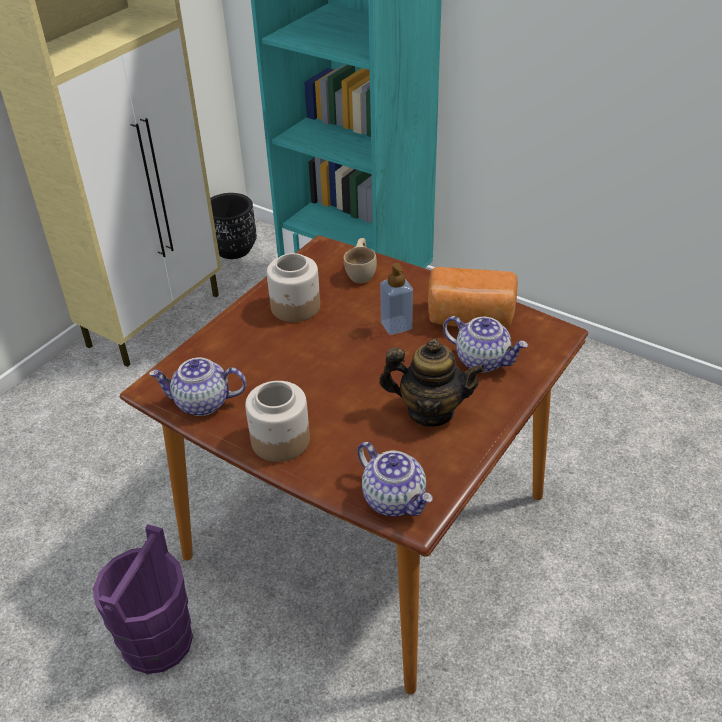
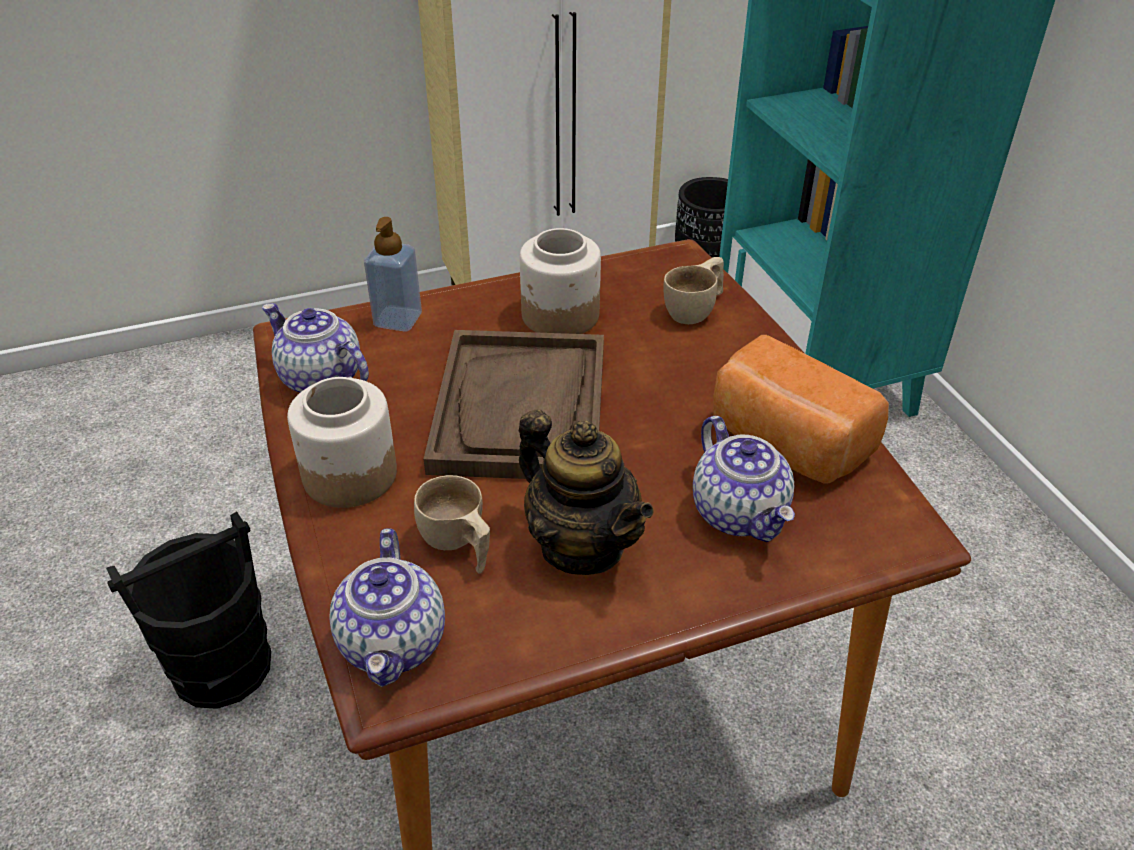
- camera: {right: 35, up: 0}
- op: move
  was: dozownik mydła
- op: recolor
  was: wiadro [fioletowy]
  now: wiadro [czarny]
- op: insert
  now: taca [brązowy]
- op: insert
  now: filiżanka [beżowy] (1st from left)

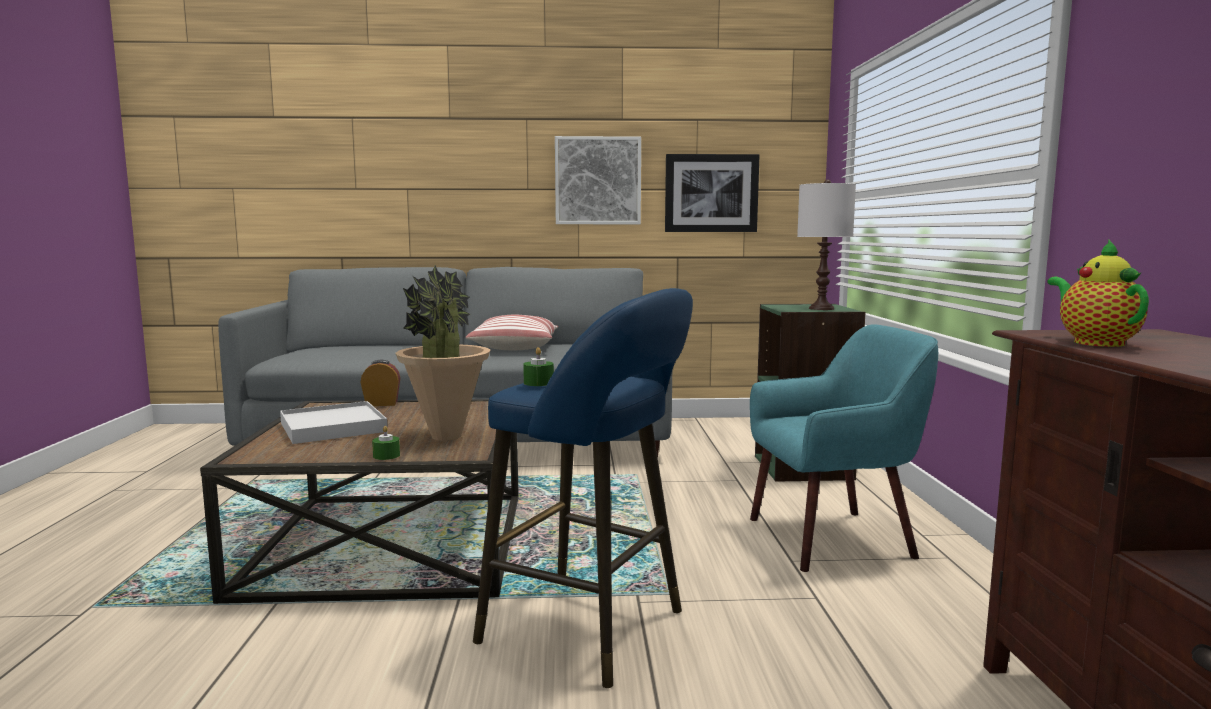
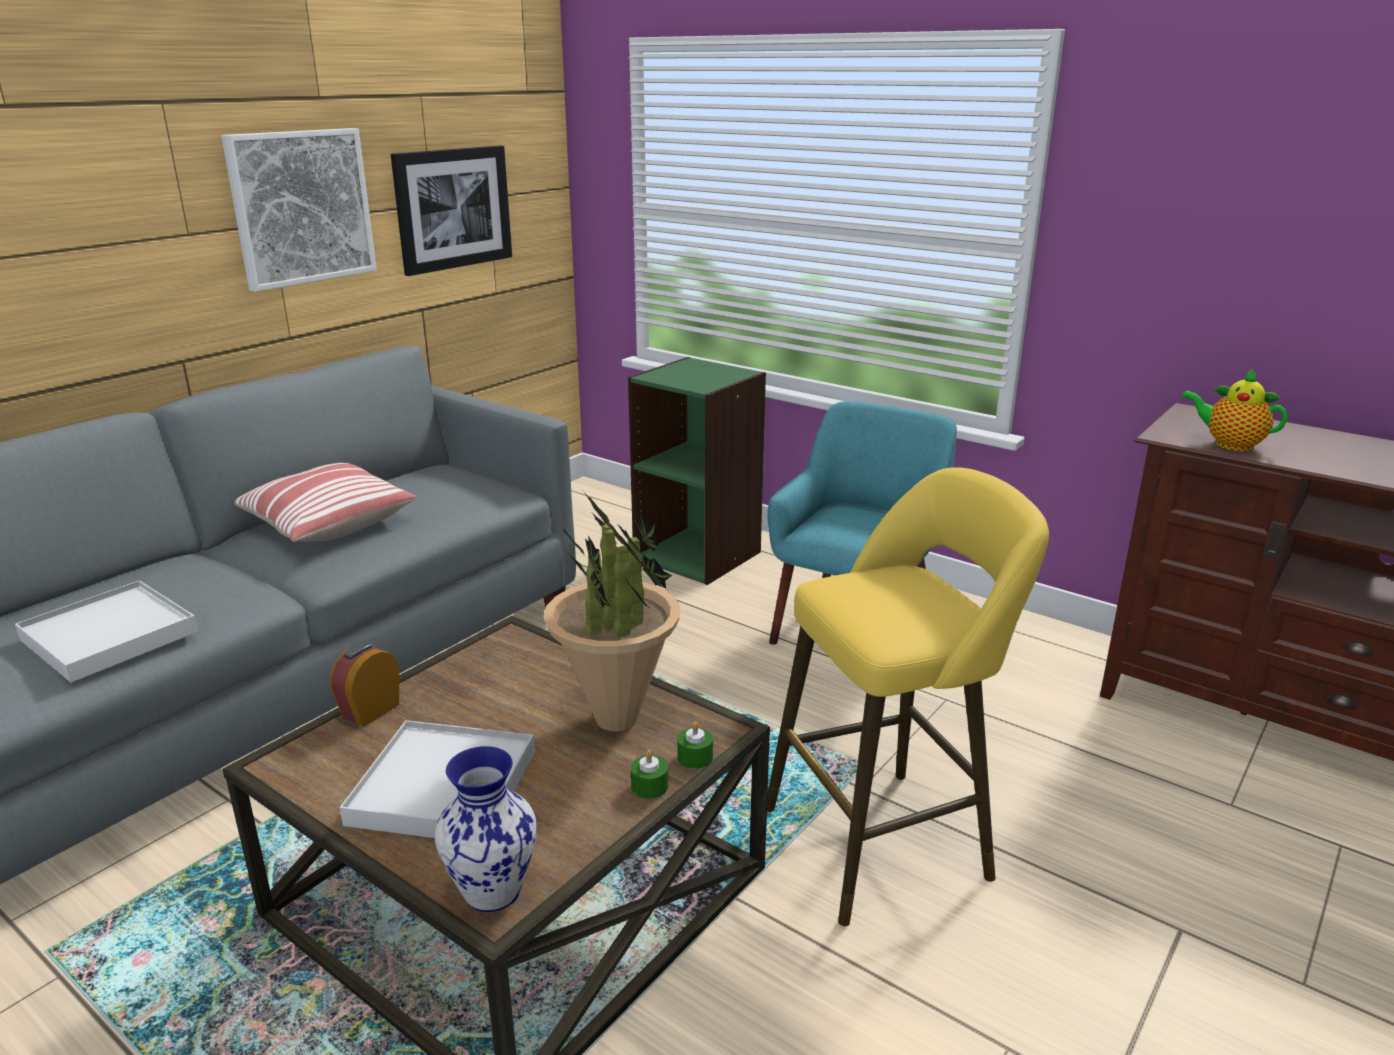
- camera: {right: -50, up: 15}
- op: delete
  was: lampa stołowa [biały]
- op: recolor
  was: stołek [niebieski]
  now: stołek [żółty]
- op: move
  was: świeca [zielony] (2nd from left)
- op: insert
  now: taca [biały] (1st from left)
- op: insert
  now: wazon

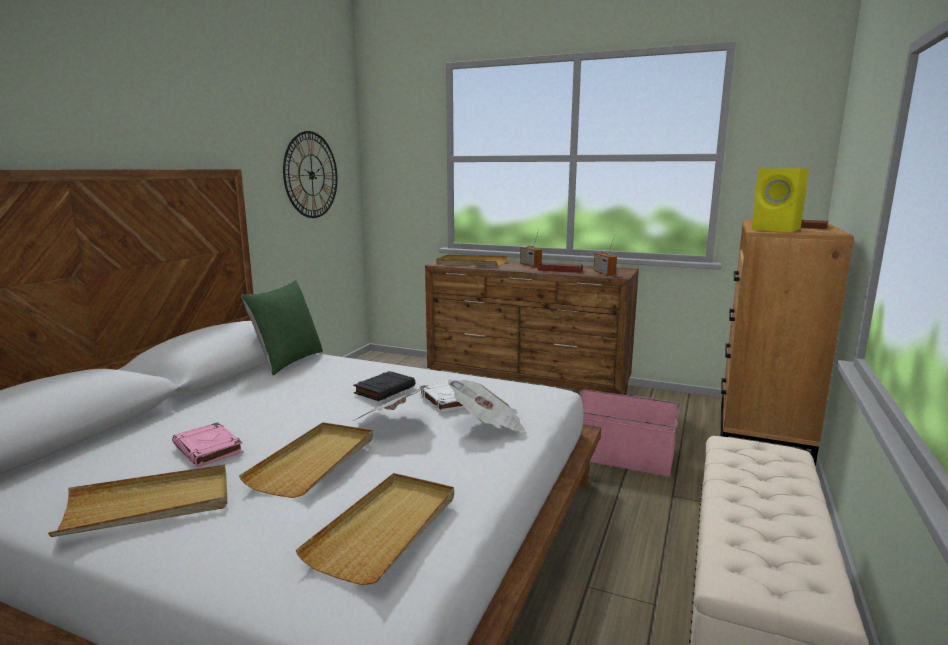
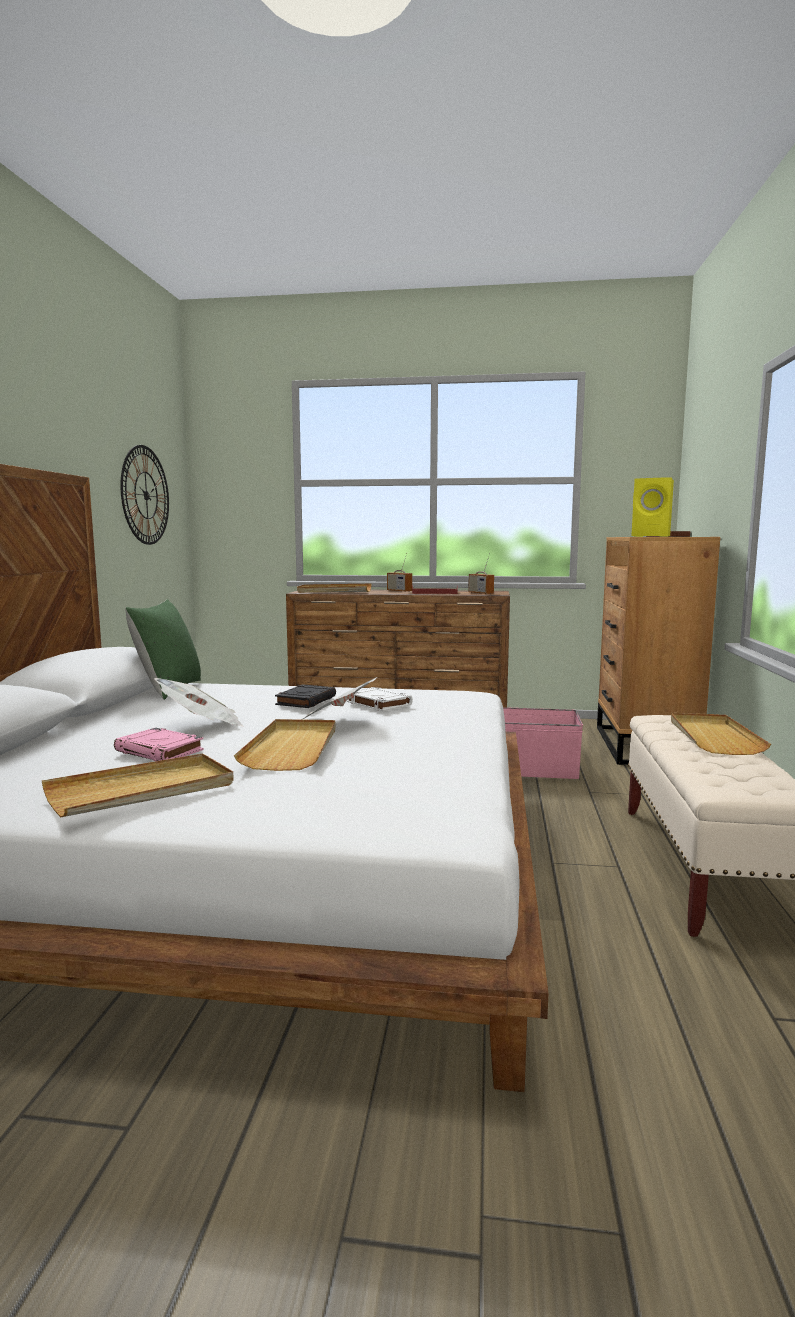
- camera: {right: -15, up: -5}
- op: move
  was: gazeta (2nd from left in the first image)
  now: gazeta (1st from left)
- op: move
  was: taca [beżowy] (3rd from left in the first image)
  now: taca [beżowy] (4th from left)

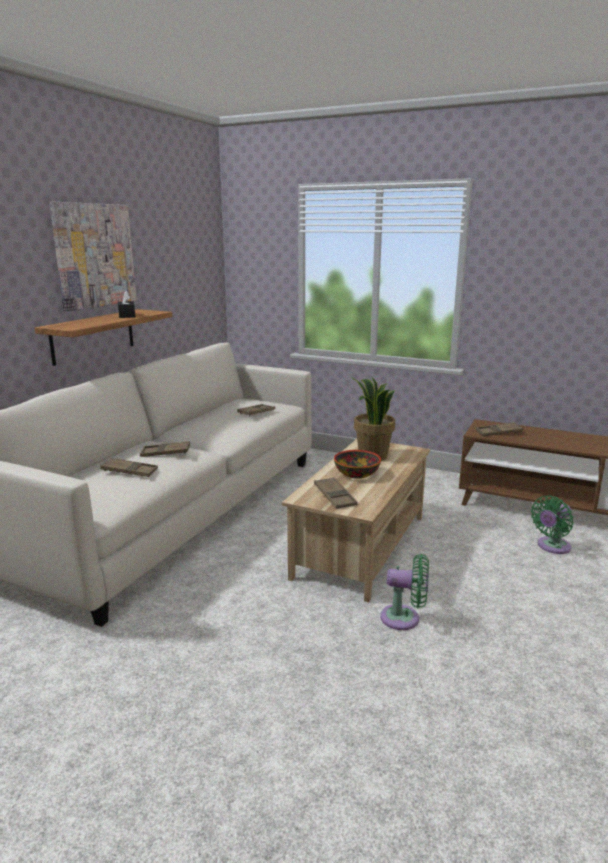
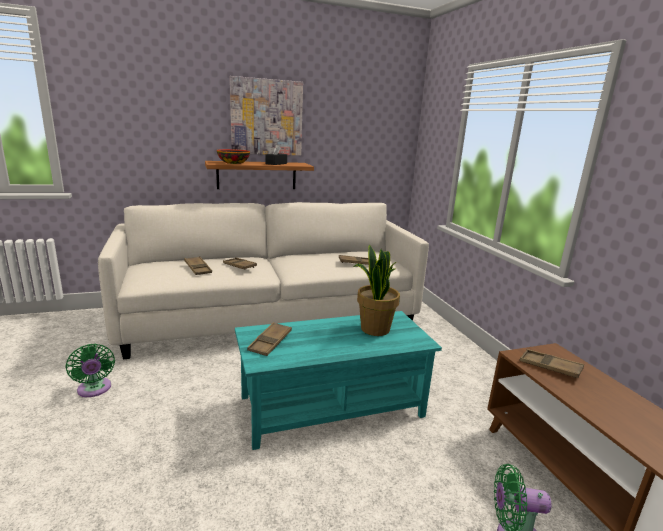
- camera: {right: 45, up: 0}
- op: recolor
  was: ława [beżowy]
  now: ława [turkusowy]
- op: move
  was: miska
- op: move
  was: wentylator [zielony] (1st from left)

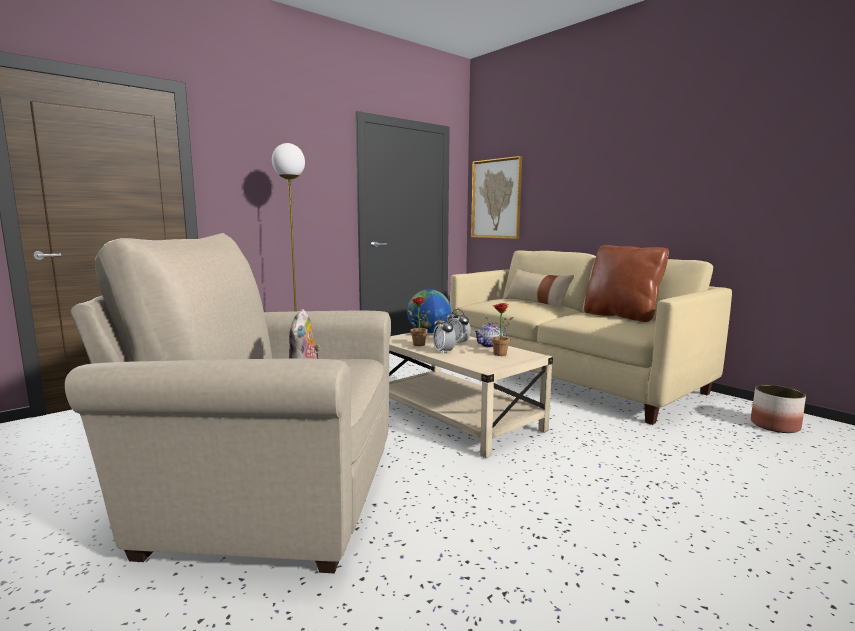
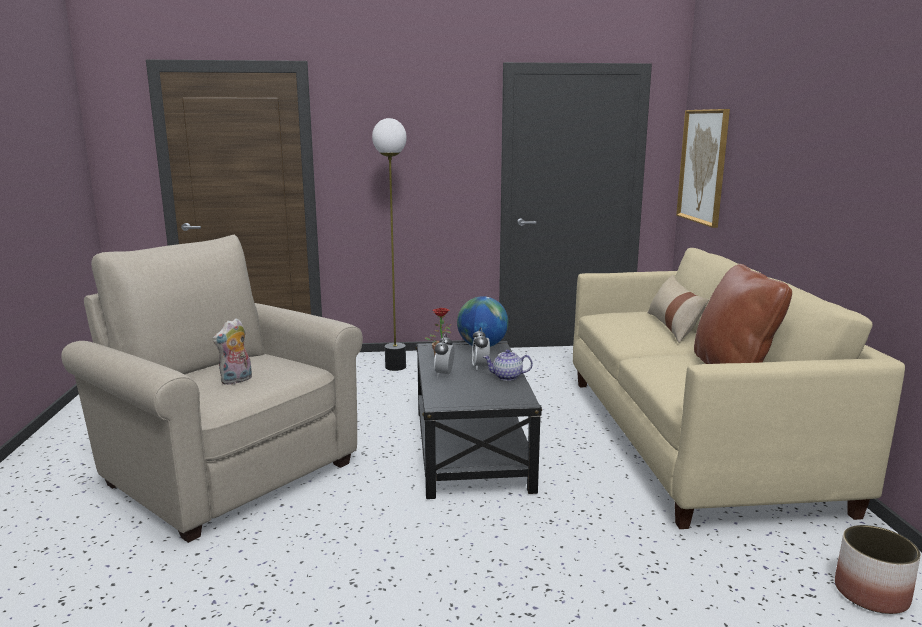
- camera: {right: 35, up: 5}
- op: delete
  was: roślina doniczkowa (2nd from left)
- op: recolor
  was: ława [beżowy]
  now: ława [czarny]

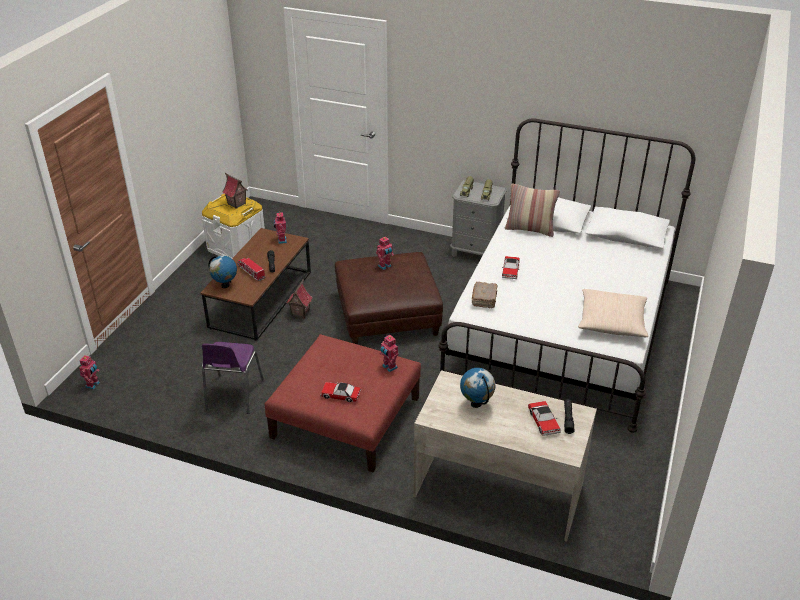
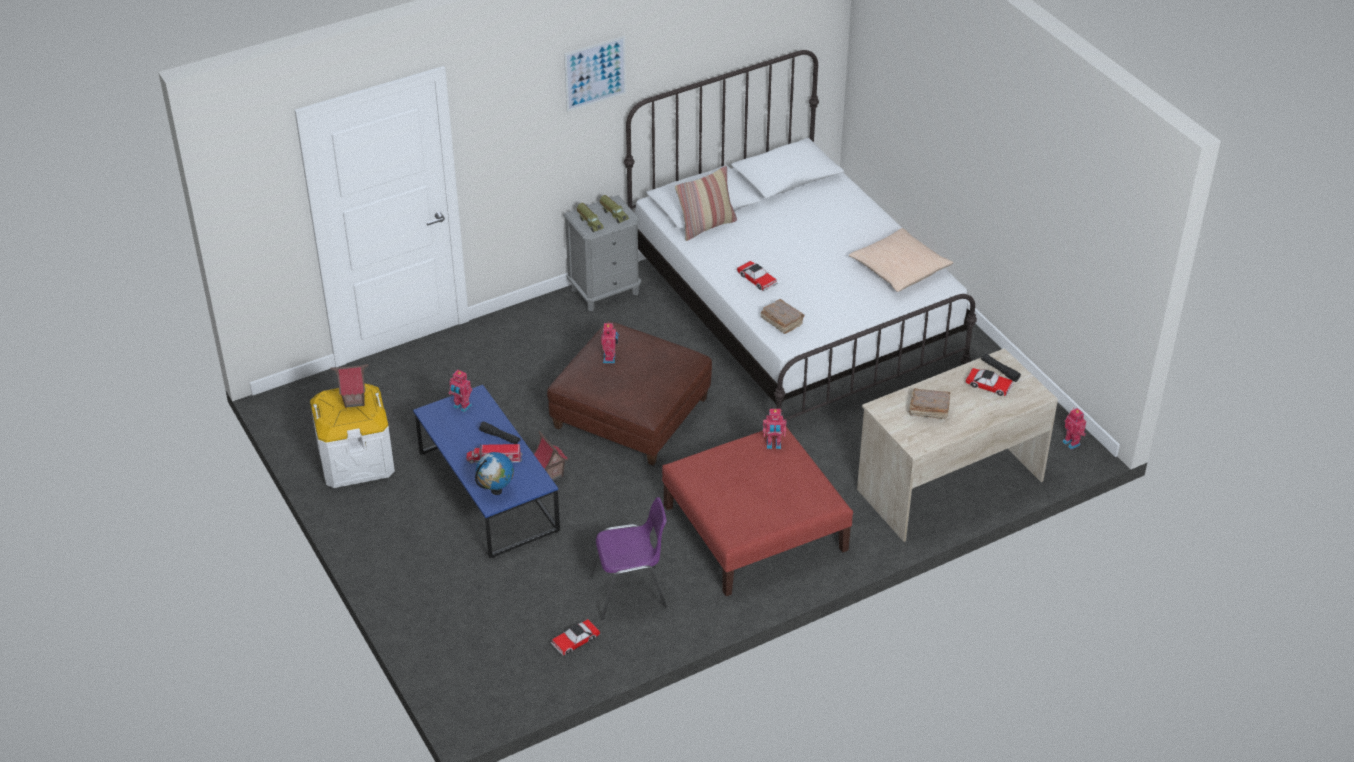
- camera: {right: -50, up: 5}
- op: recolor
  was: ława [brązowy]
  now: ława [niebieski]
- op: rotate
  was: krzesło [fioletowy]
  clockwise: -60
- op: move
  was: robot zabawkowy (1st from left in the first image)
  now: robot zabawkowy (4th from left)
- op: replace
  was: globus (2nd from left)
  now: książka [brązowy] (2nd from left)
- op: move
  was: samochodzik (1st from left)
- op: insert
  now: obraz

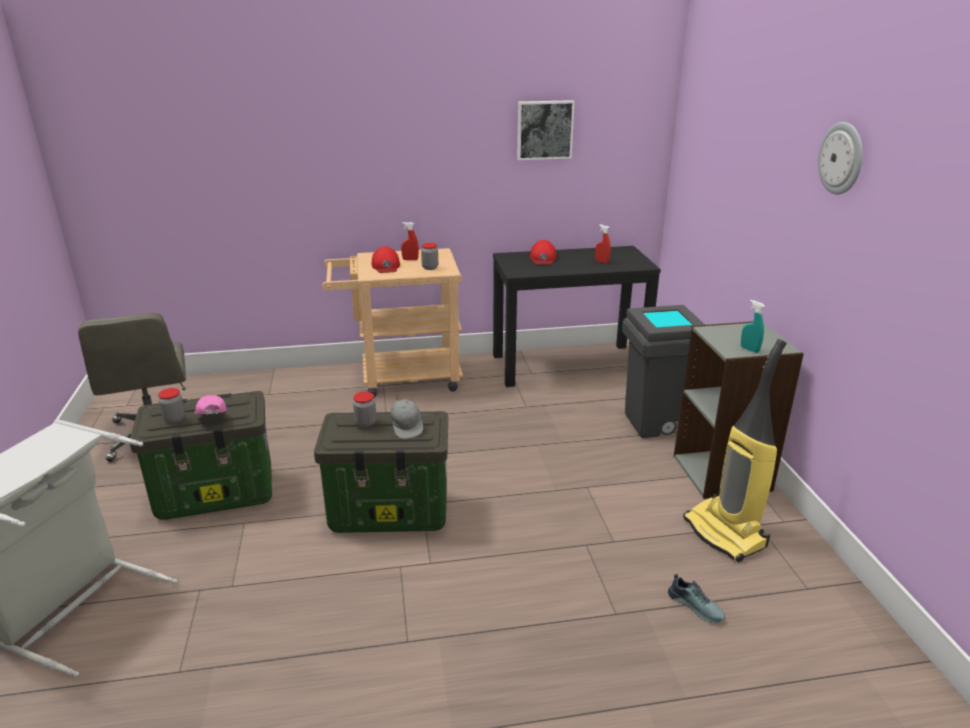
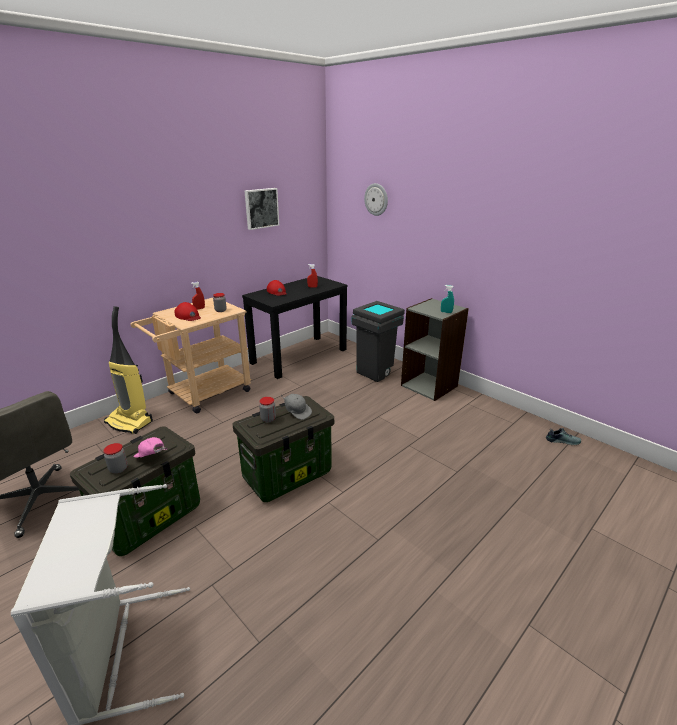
- camera: {right: -35, up: 0}
- op: move
  was: zegar ścienny
- op: move
  was: odkurzacz
- op: move
  was: but

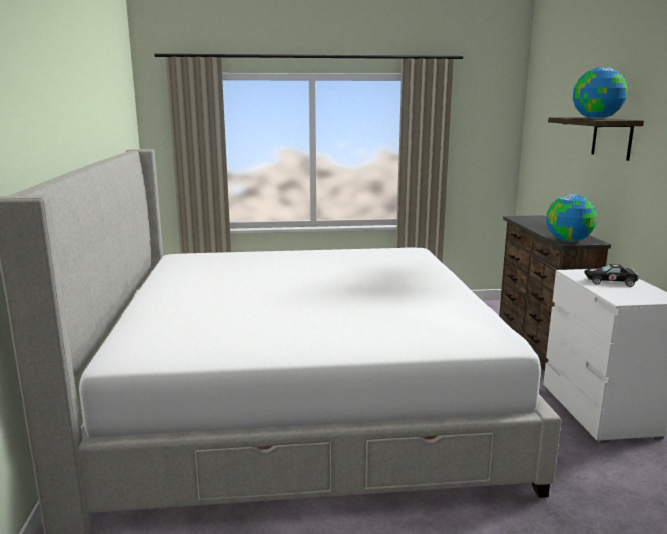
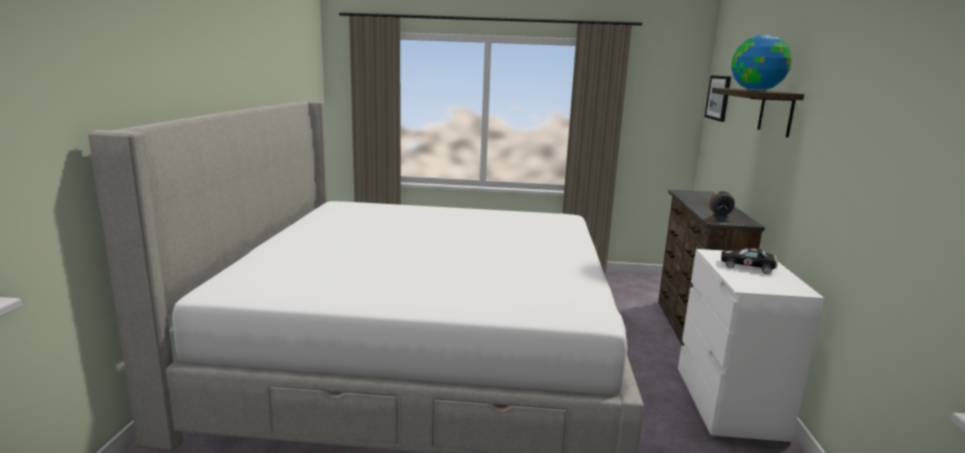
- camera: {right: 10, up: 0}
- op: replace
  was: globus (1st from left)
  now: budzik
- op: insert
  now: obraz

